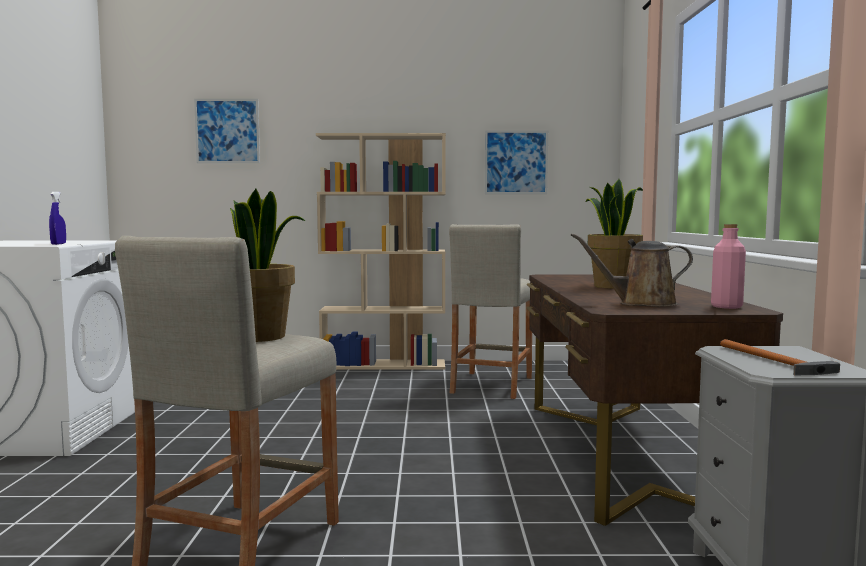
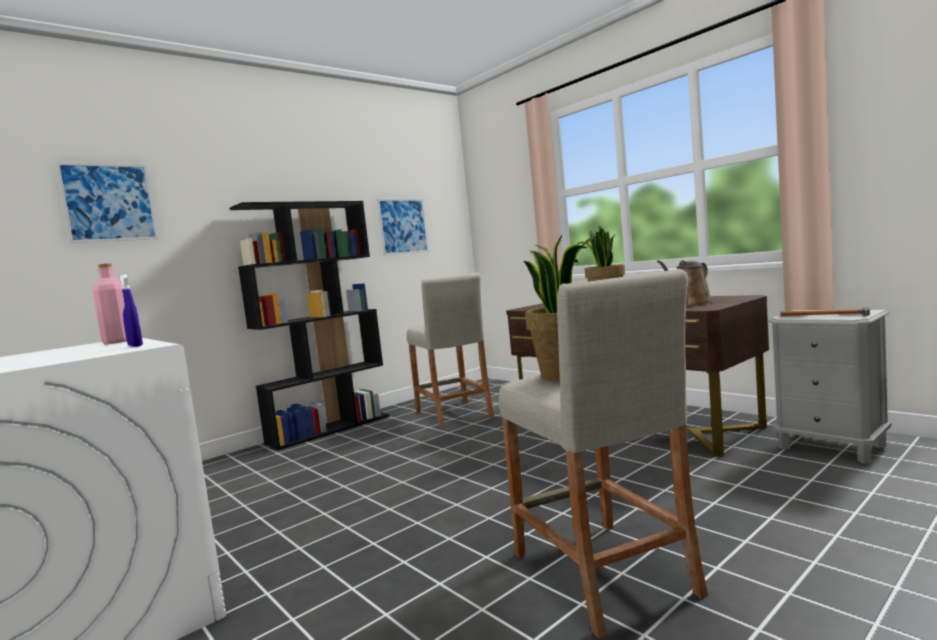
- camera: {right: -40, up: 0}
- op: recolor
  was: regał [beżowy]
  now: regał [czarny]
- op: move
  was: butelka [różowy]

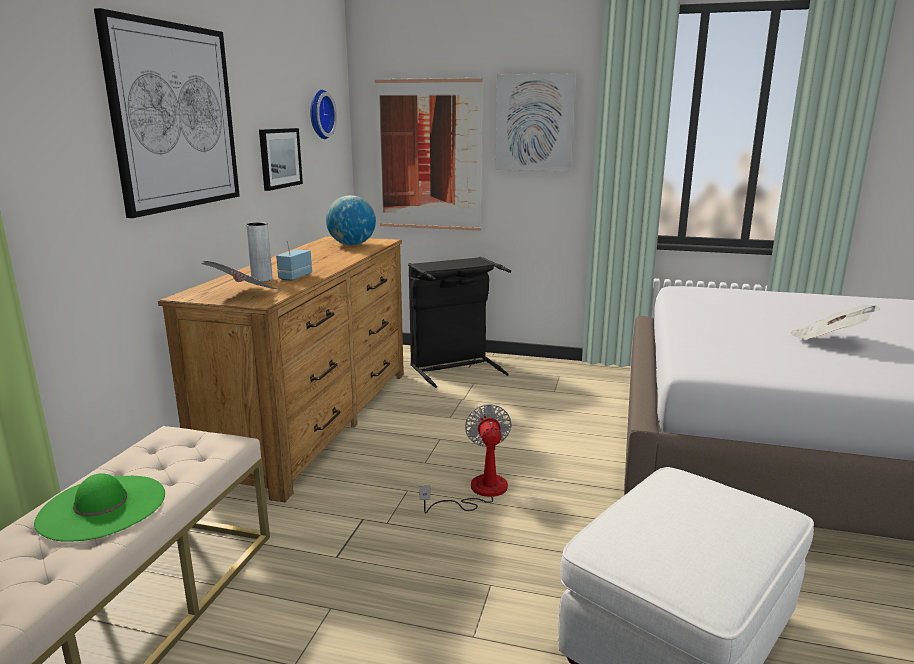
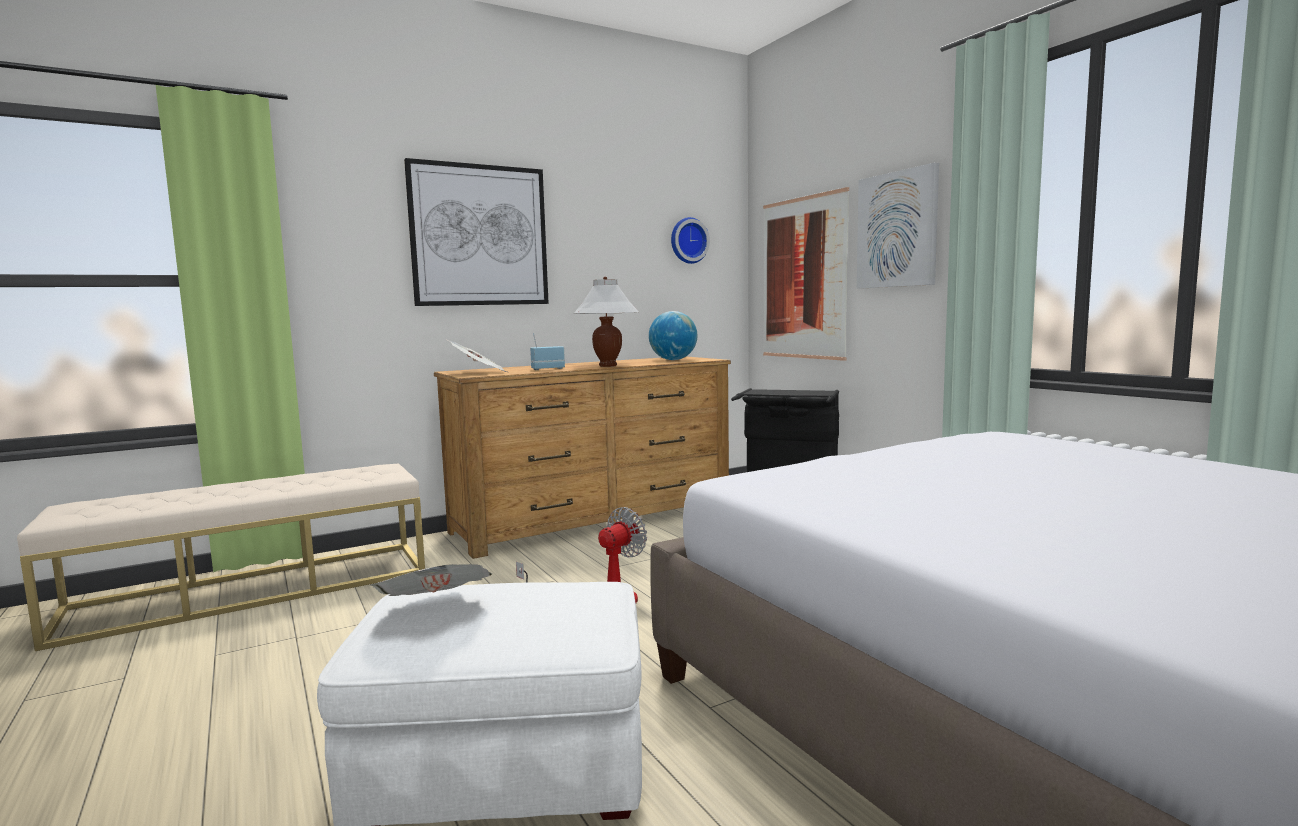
- camera: {right: 45, up: -10}
- op: delete
  was: obraz (2nd from left)
- op: delete
  was: wazon [szary]
- op: move
  was: gazeta (2nd from left in the first image)
  now: gazeta (1st from left)
- op: delete
  was: kapelusz [zielony]
- op: insert
  now: lampa stołowa [biały]

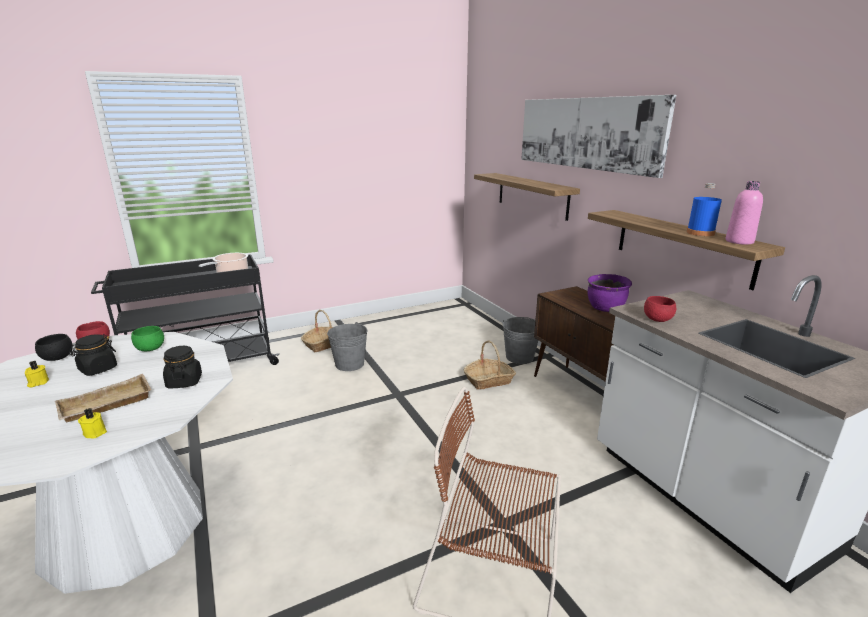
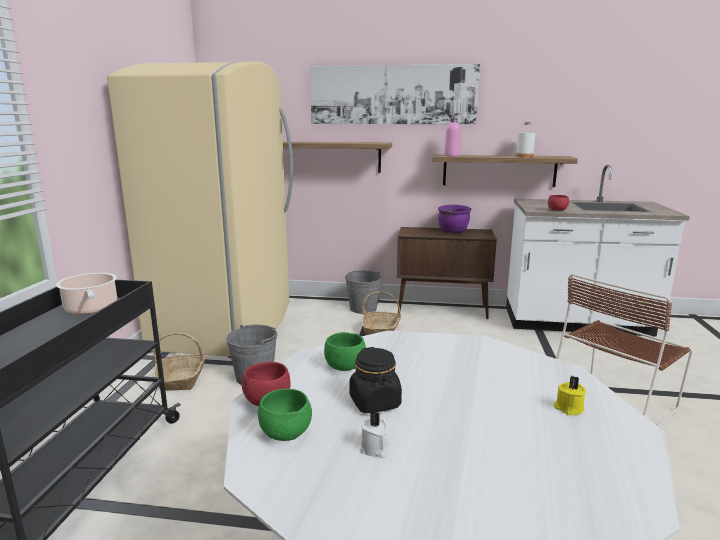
- camera: {right: -55, up: -5}
- op: move
  was: butelka [różowy]
- op: recolor
  was: butelka [niebieski]
  now: butelka [biały]
- op: recolor
  was: miska [czarny]
  now: miska [zielony] (1st from left)
- op: delete
  was: słoik [czarny] (2nd from left)
- op: recolor
  was: świeca [żółty] (1st from left)
  now: świeca [biały]
- op: delete
  was: taca [beżowy]
- op: insert
  now: lodówka [beżowy]

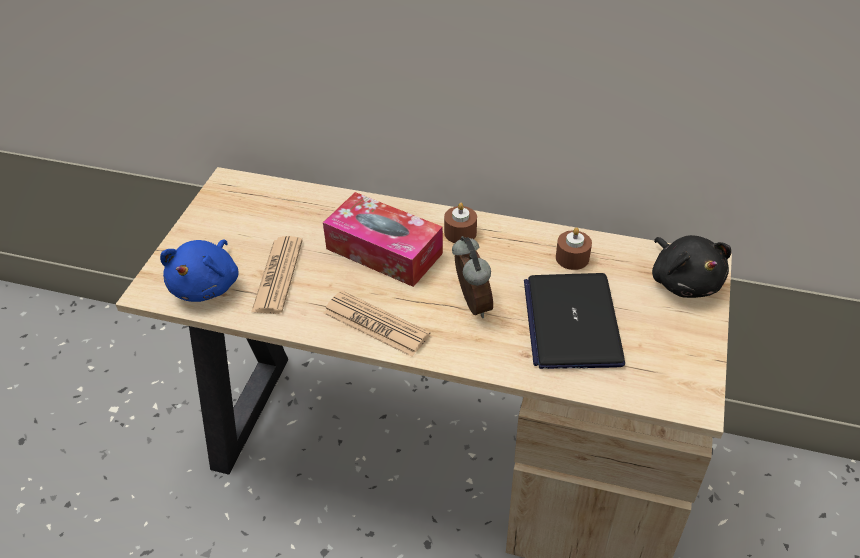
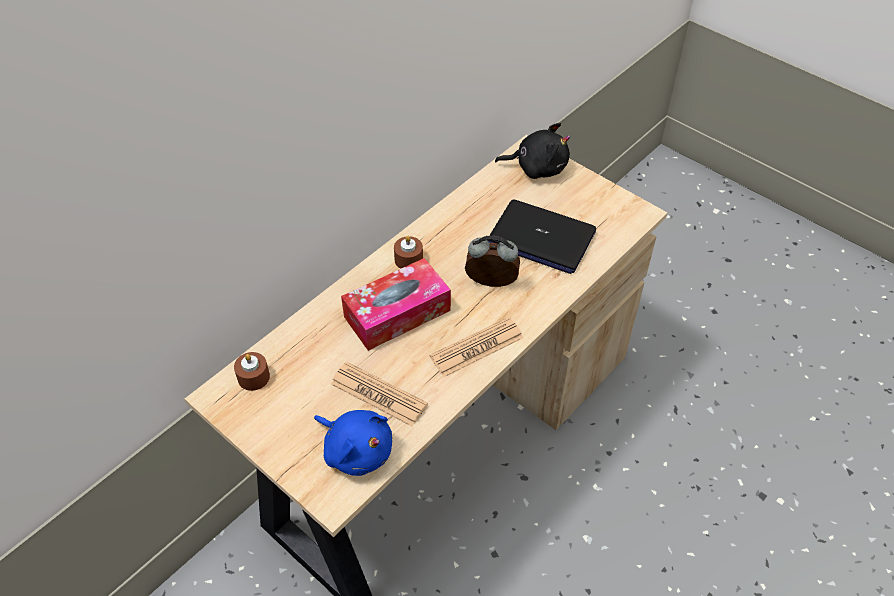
- camera: {right: -65, up: 5}
- op: move
  was: świeca [brązowy] (2nd from left in the first image)
  now: świeca [brązowy] (1st from left)

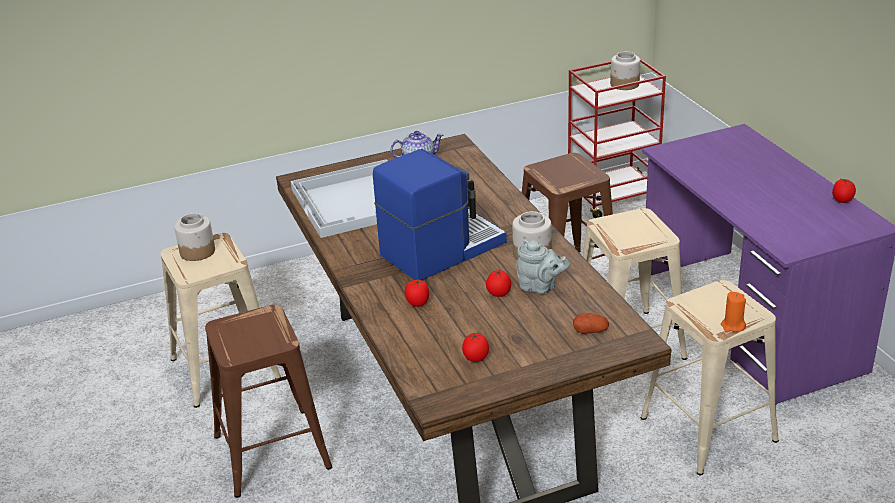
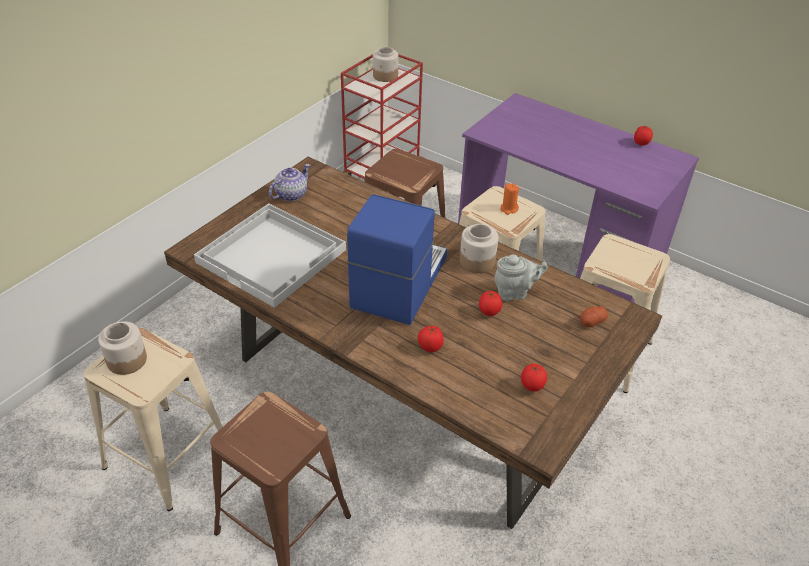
- camera: {right: -35, up: 10}
- op: move
  was: świeca [pomarańczowy]

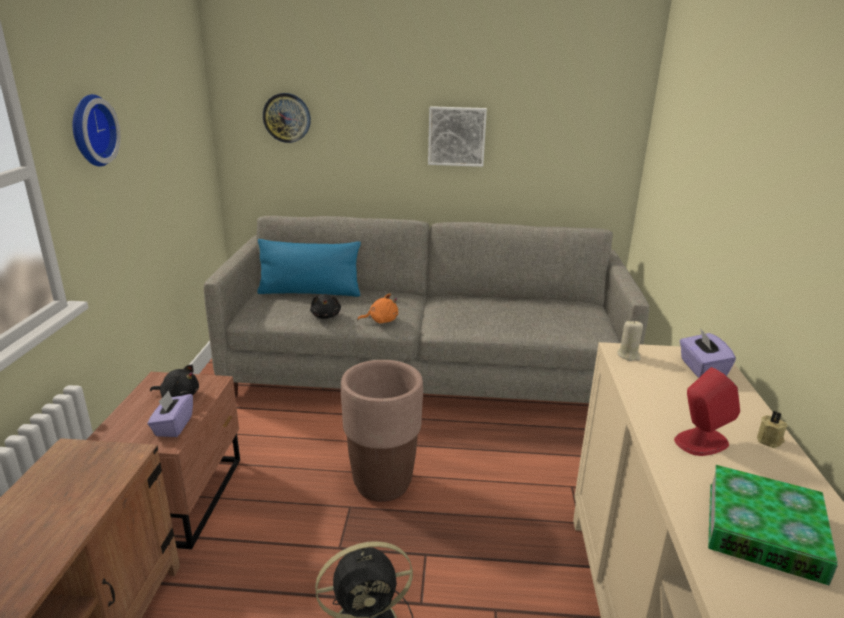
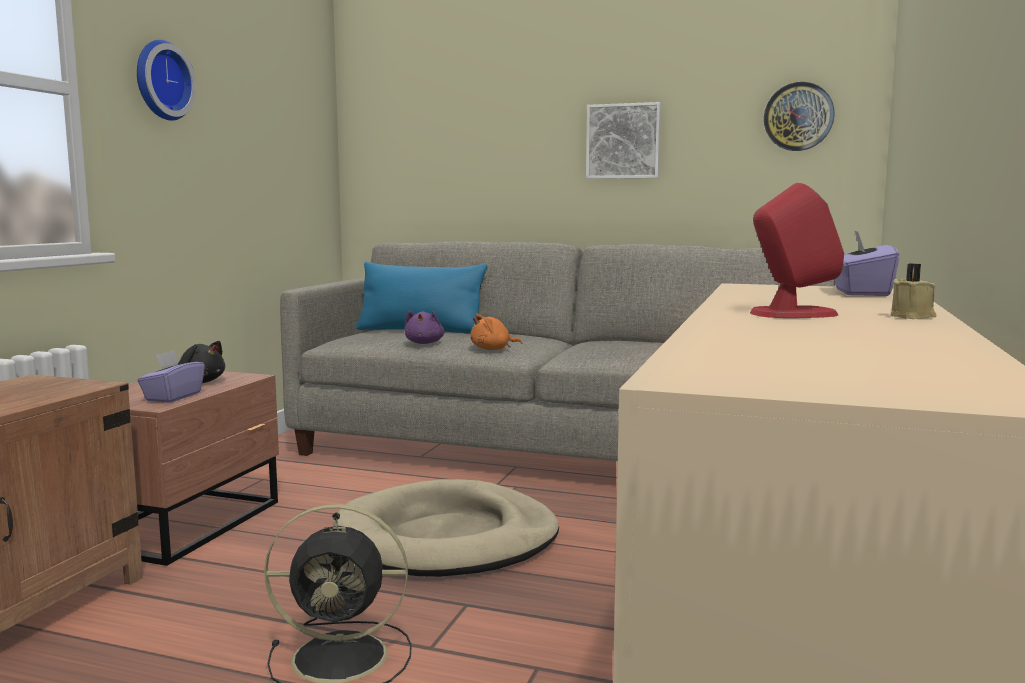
- camera: {right: 15, up: -15}
- op: move
  was: zegar ścienny (2nd from left)
- op: rotate
  was: pluszak [pomarańczowy]
  clockwise: 150
- op: recolor
  was: pluszak [czarny] (2nd from left)
  now: pluszak [fioletowy]
- op: delete
  was: świeca [beżowy] (1st from left)
- op: replace
  was: donica [brązowy]
  now: legowisko [beżowy]
- op: delete
  was: książka

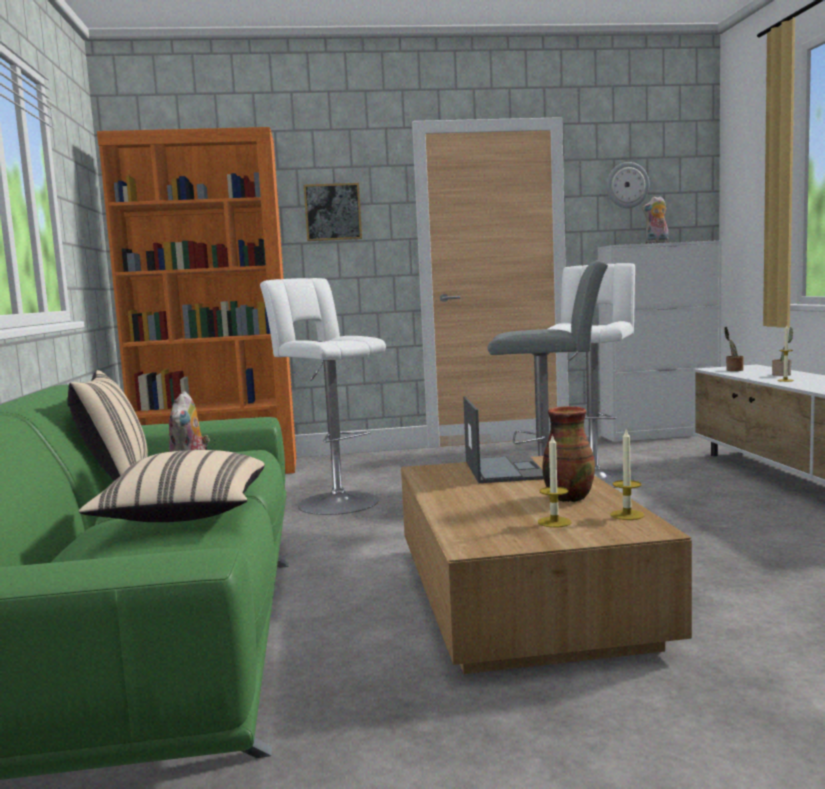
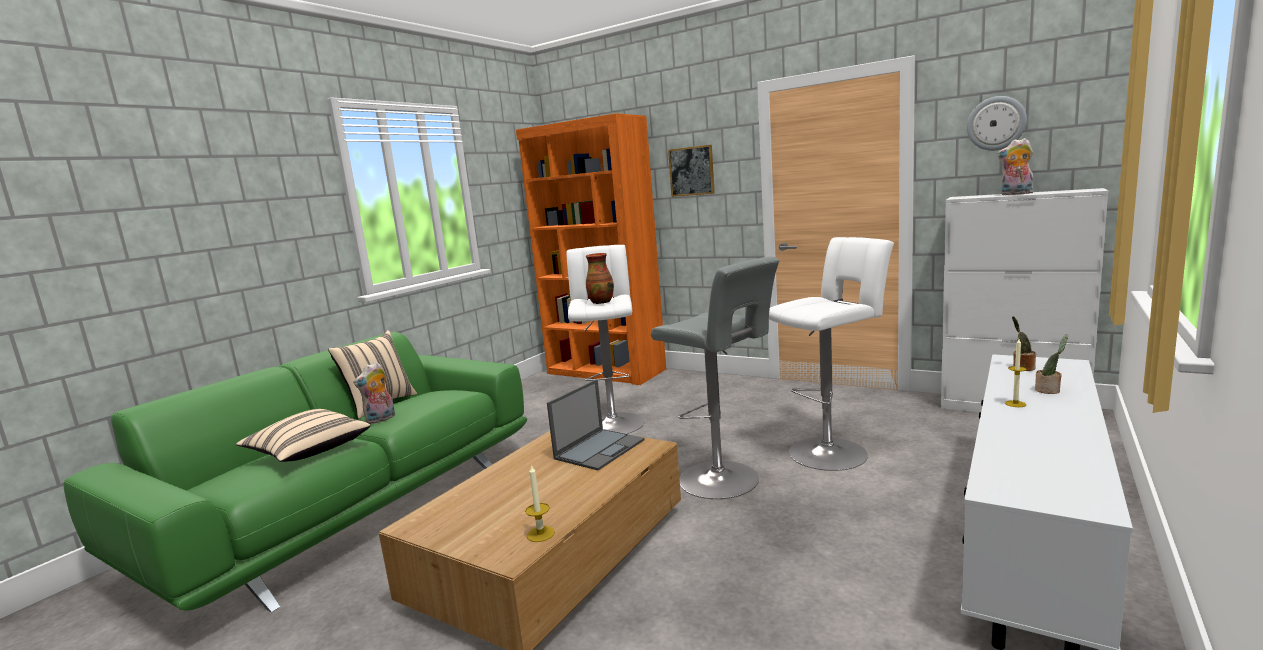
- camera: {right: 40, up: 5}
- op: move
  was: wazon
- op: delete
  was: świeca (1st from left)

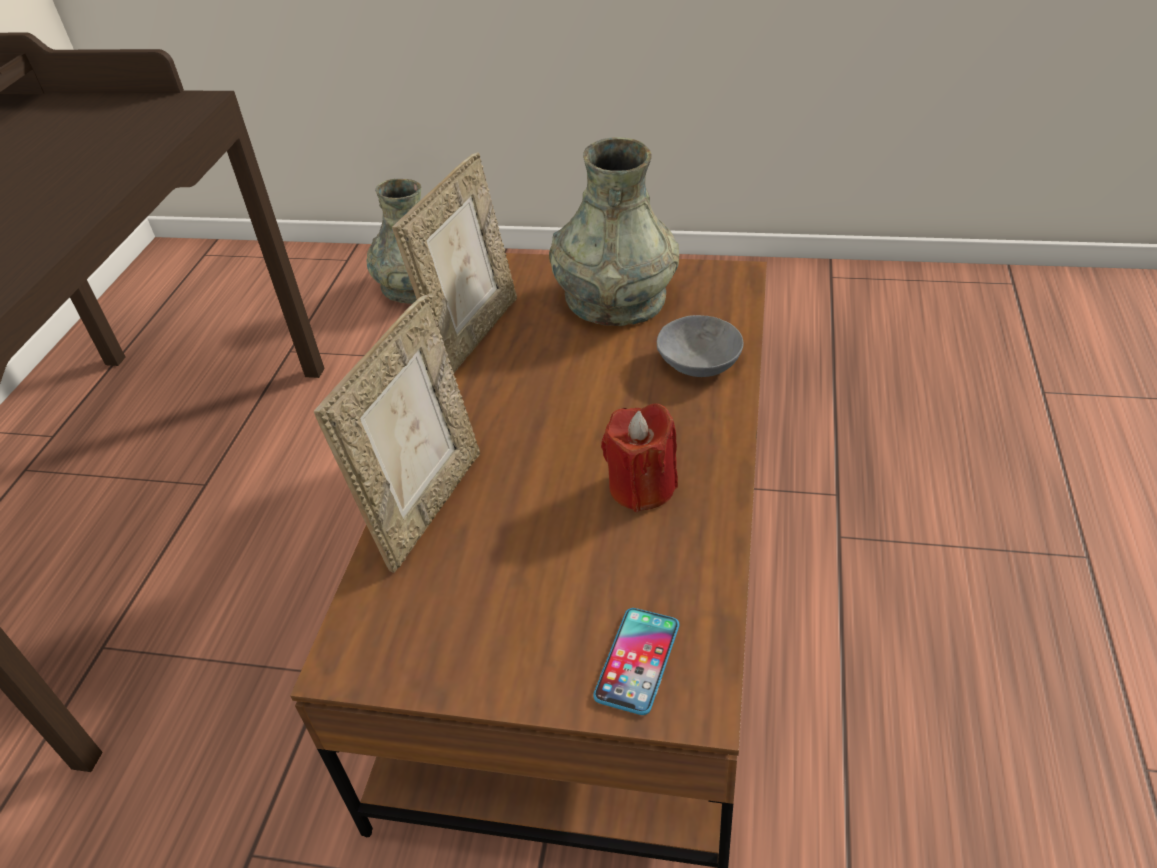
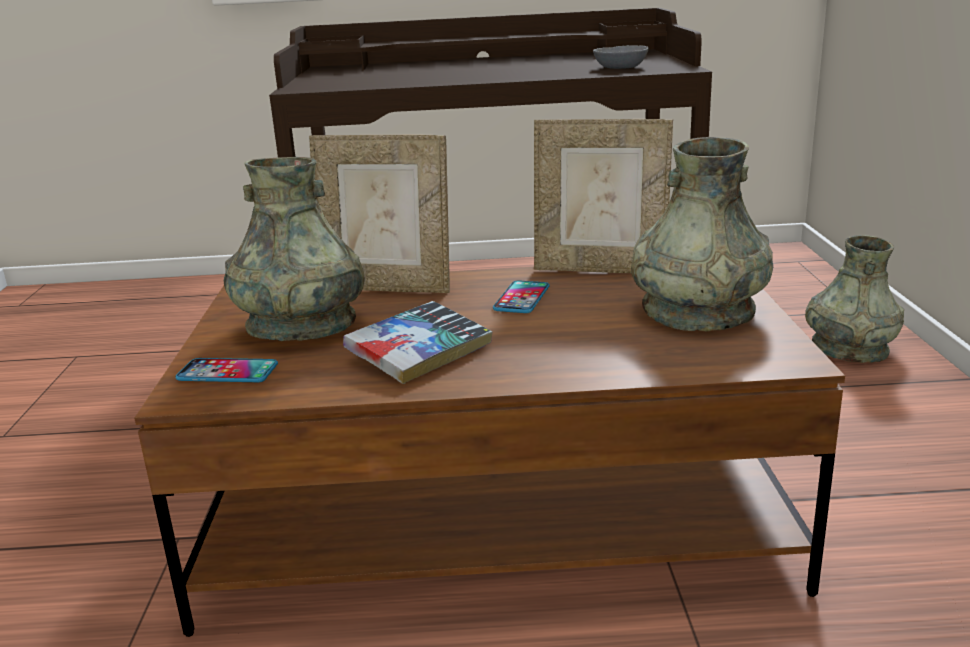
- camera: {right: 75, up: -20}
- op: move
  was: miska [szary]
- op: replace
  was: świeca [czerwony]
  now: książka
- op: insert
  now: wazon [szary] (1st from left)
- op: insert
  now: telefon (2nd from left)

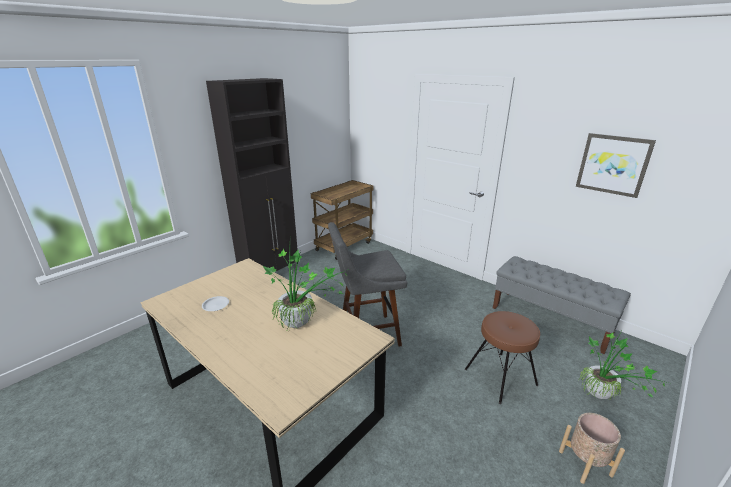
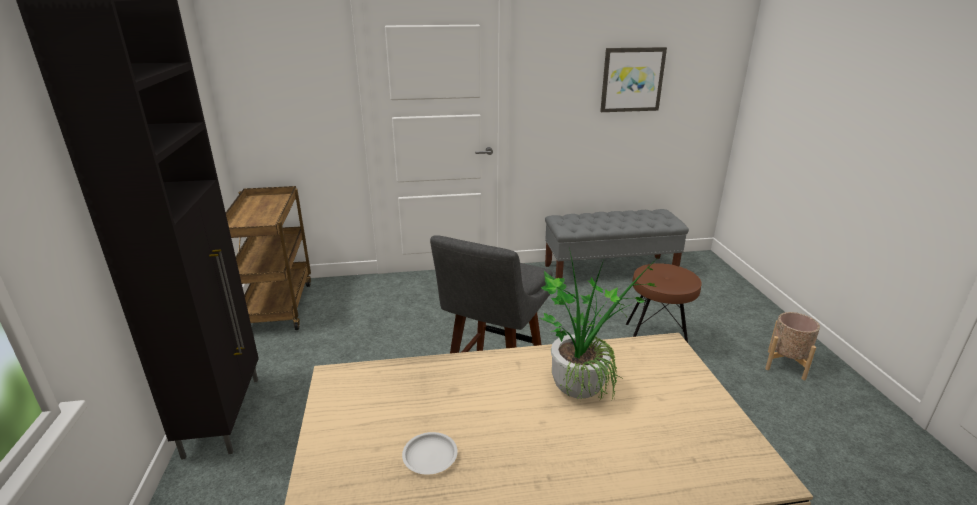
- camera: {right: -50, up: 0}
- op: delete
  was: roślina doniczkowa (2nd from left)

